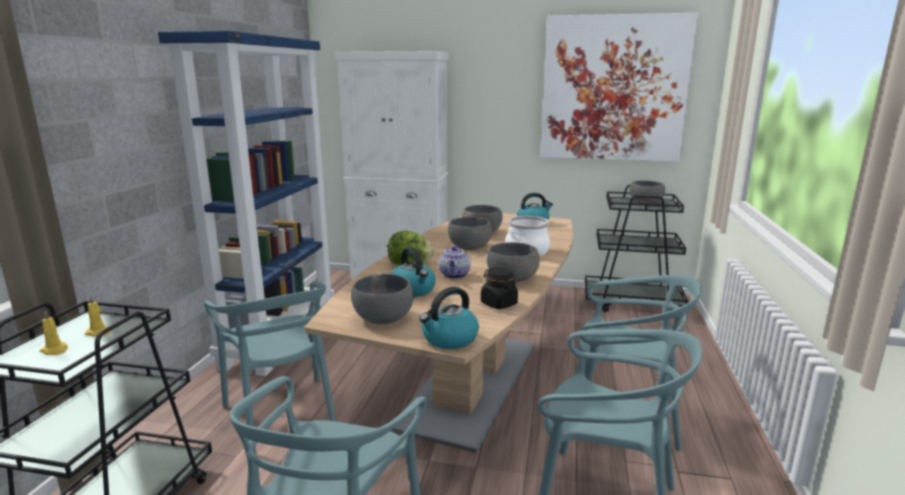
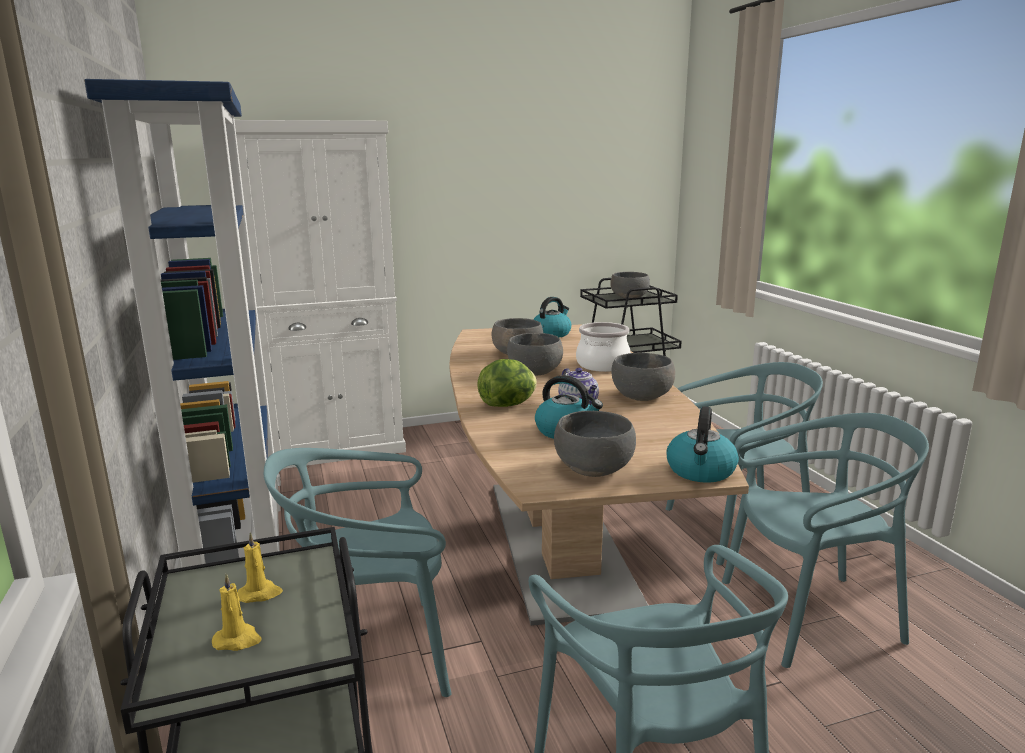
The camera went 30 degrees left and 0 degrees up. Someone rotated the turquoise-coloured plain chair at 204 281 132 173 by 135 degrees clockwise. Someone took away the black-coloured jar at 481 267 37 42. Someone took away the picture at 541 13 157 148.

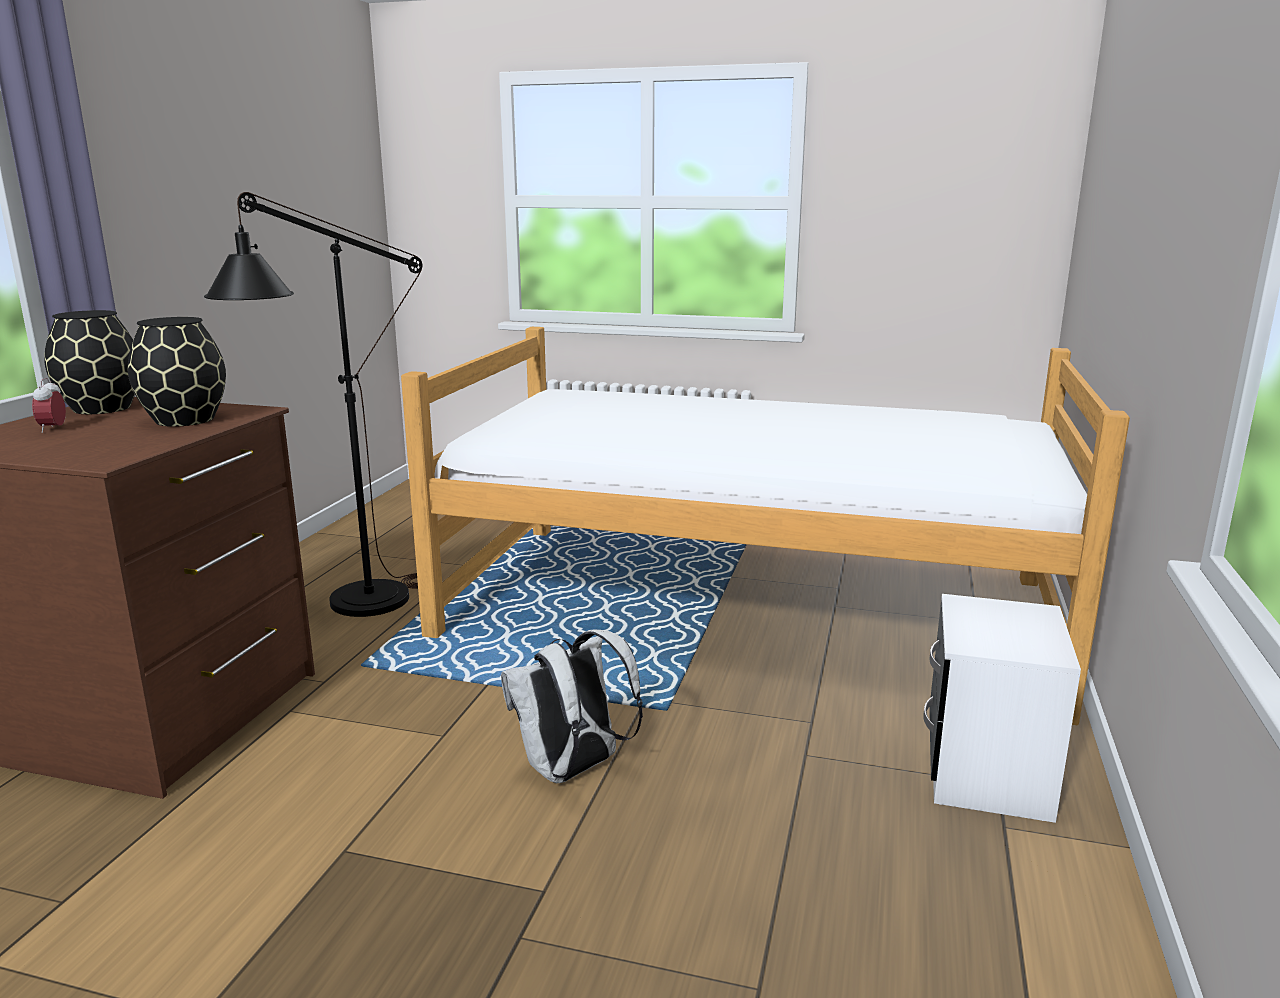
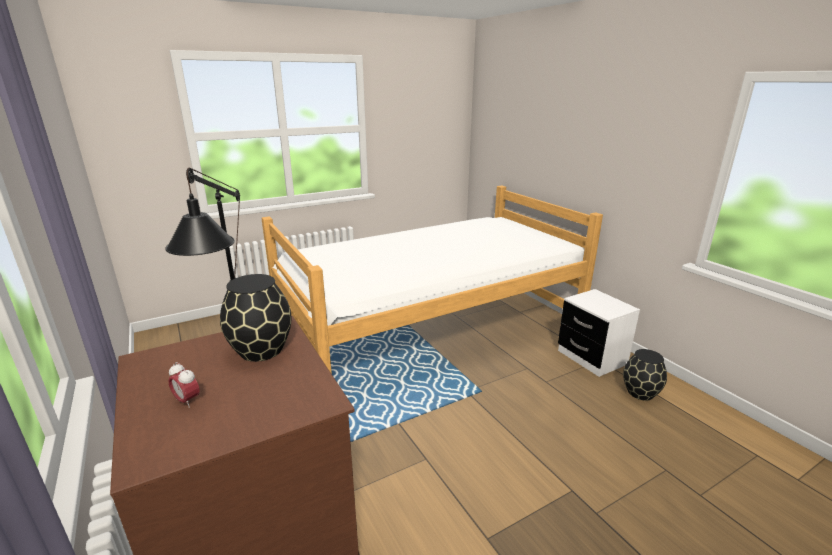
The camera went 45 degrees left and 5 degrees up. Someone carried the black-coloured vase from 44 310 91 104 to 623 349 44 52. Someone took away the white-coloured rucksack at 501 630 142 153.

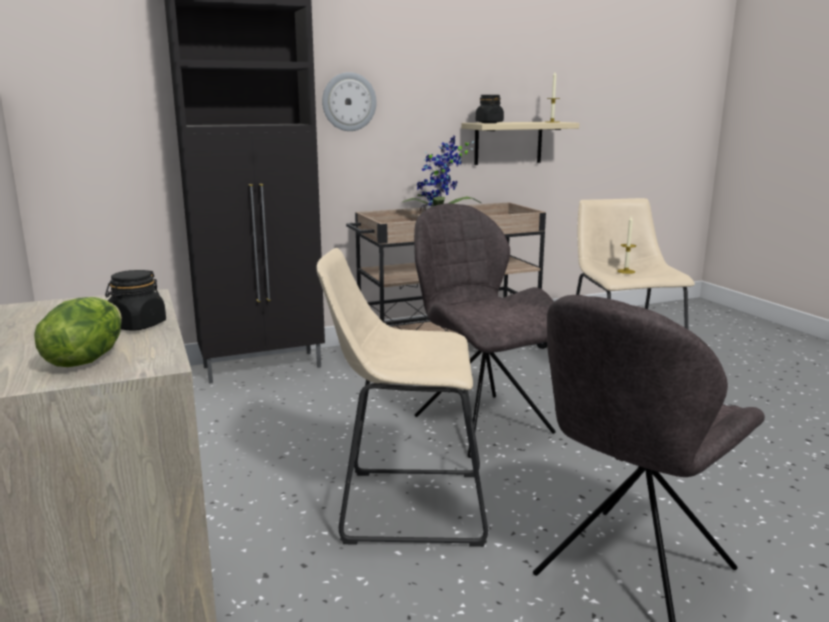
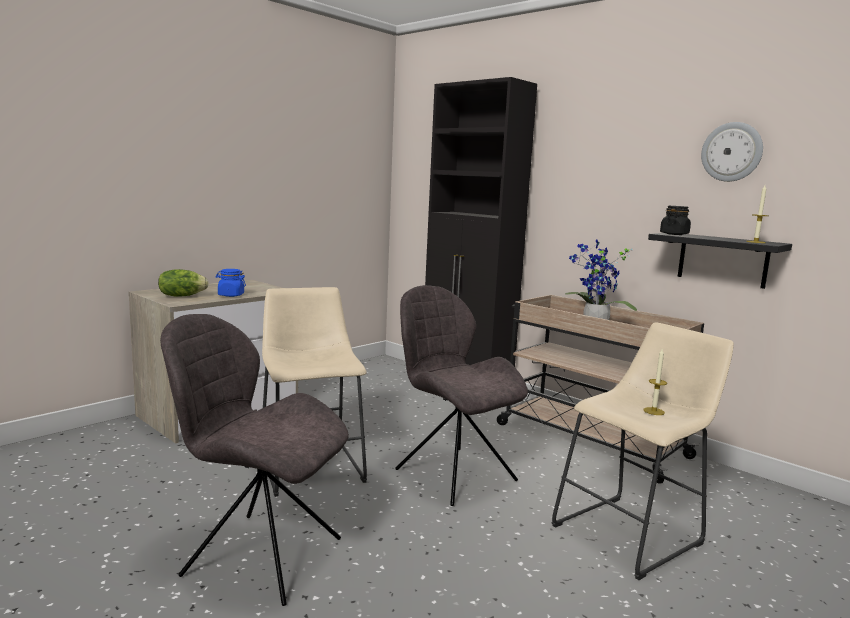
The camera went 65 degrees right and 5 degrees down. Someone repainted the black-coloured jar at 105 270 61 61, which became the bluish jar at 216 269 30 28. Someone carried the wall clock from 322 72 55 59 to 701 122 62 60. Someone rotated the gray plain chair at 414 203 142 255 by 75 degrees counterclockwise. Someone repainted the beige-coloured wall shelf at 461 122 118 43, which became the black-coloured wall shelf at 648 233 144 56.

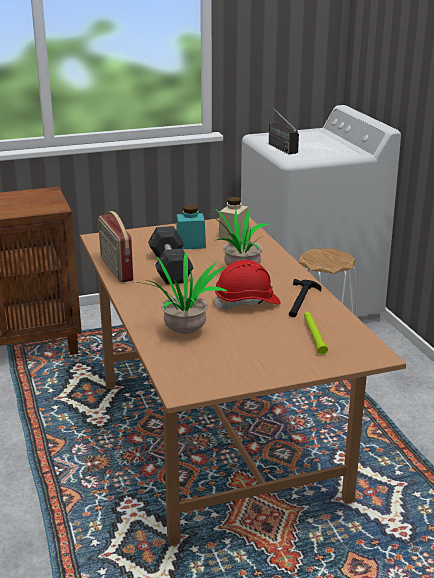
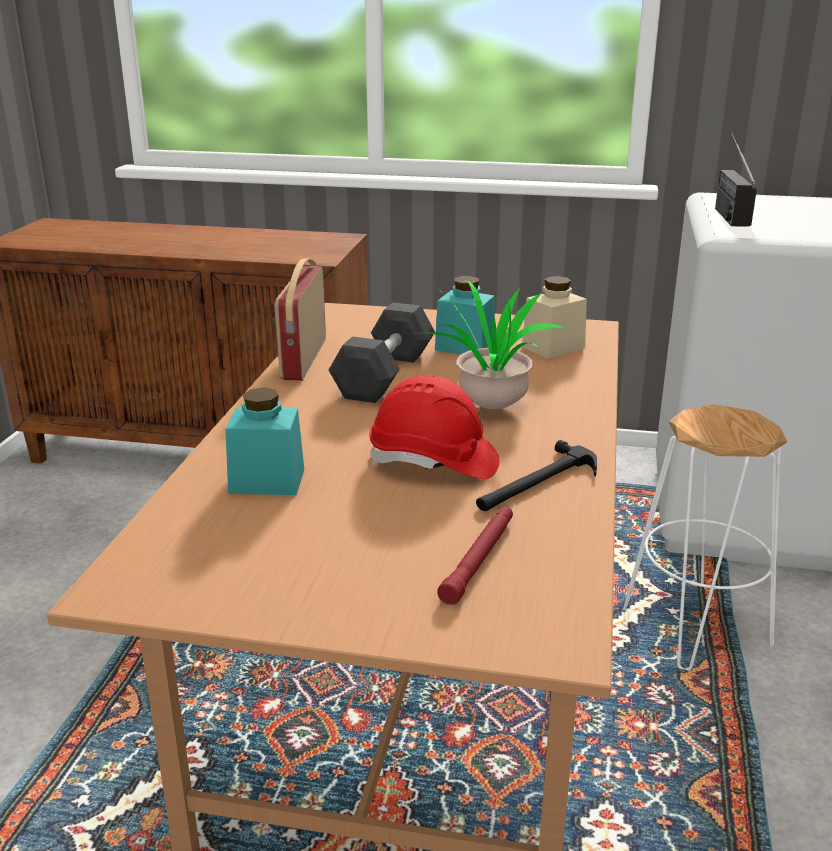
The camera went 30 degrees right and 0 degrees up. Someone swapped the potted plant at 131 252 96 82 for the turquoise-coloured jar at 225 387 79 108. Someone repainted the greenish hand torch at 304 312 24 43, which became the red-coloured hand torch at 437 507 76 98.

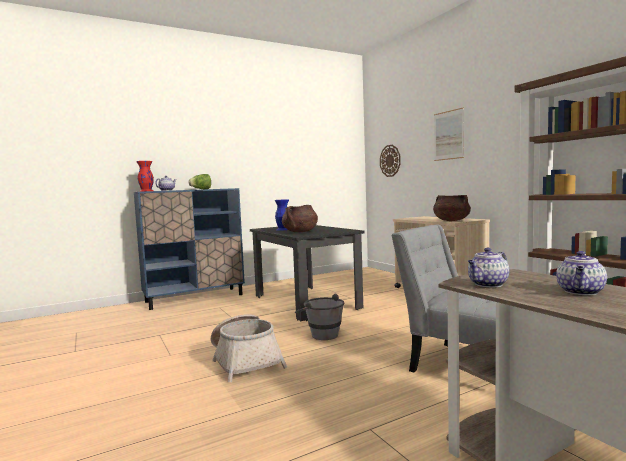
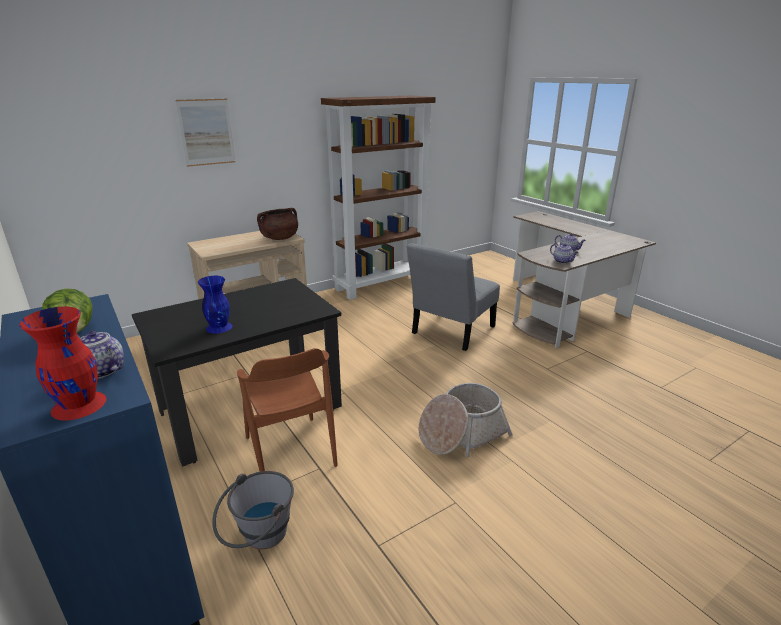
The camera went 95 degrees left and 20 degrees up. Someone took away the brown cooking pot at 282 205 36 27. Someone carried the gray bucket from 295 293 49 47 to 212 471 82 78. Someone took away the wall clock at 380 145 21 32. Someone put down the brown plain chair at 237 348 101 124.

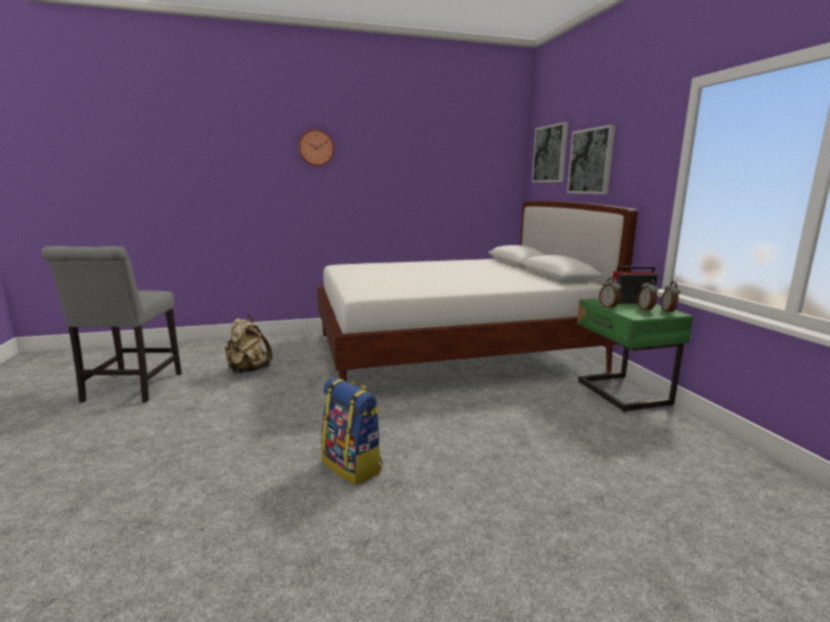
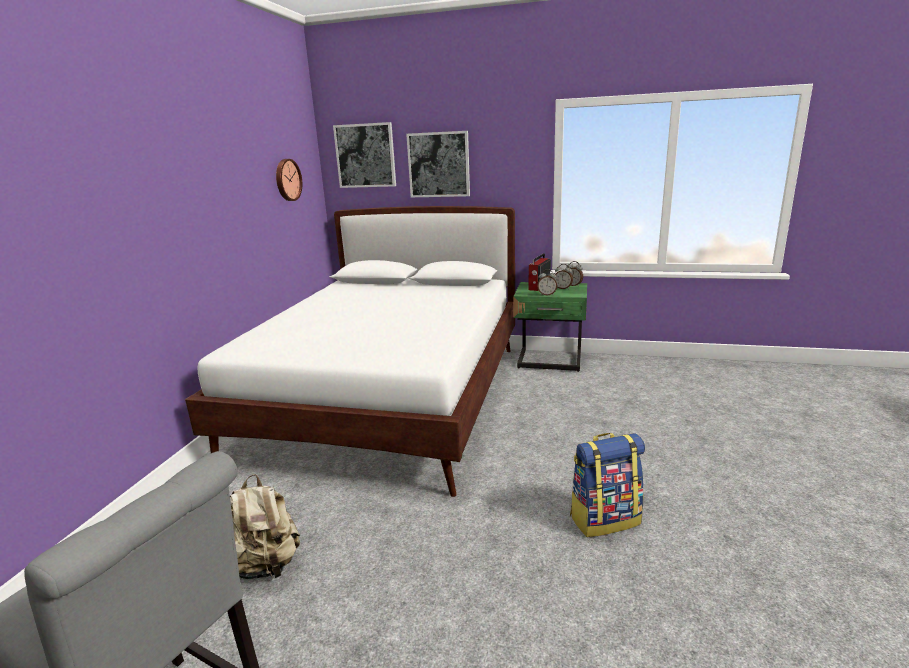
The camera went 60 degrees left and 5 degrees up. Someone carried the wall clock from 299 129 35 37 to 276 159 26 42.

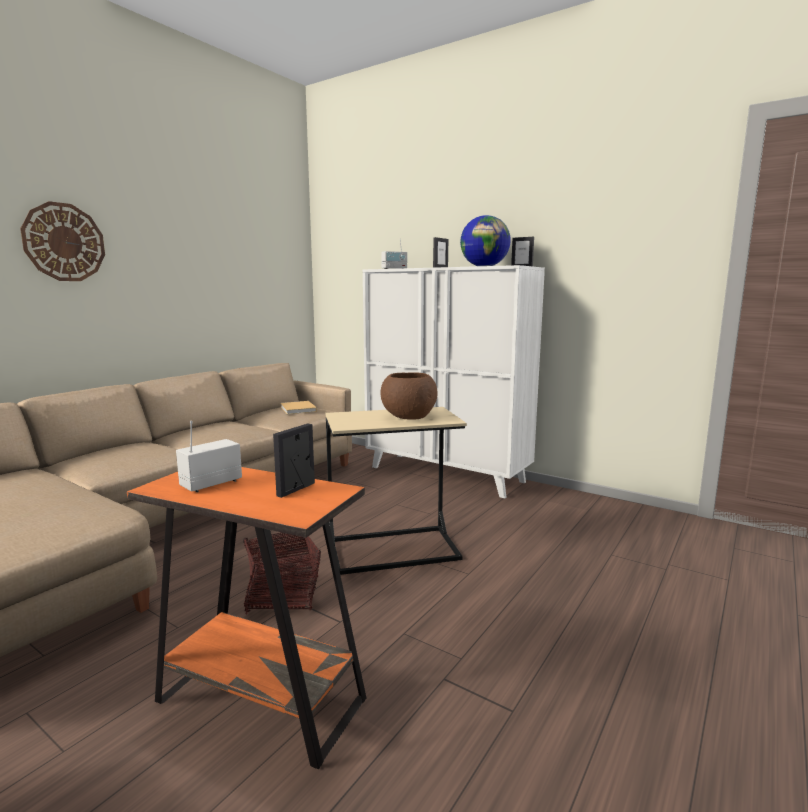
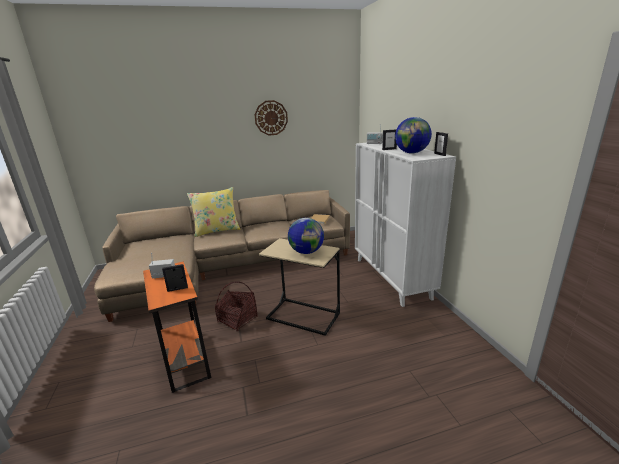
The camera went 40 degrees right and 10 degrees up. Someone carried the wall clock from 20 201 85 80 to 254 100 34 36. Someone swapped the brown serving bowl at 380 372 58 48 for the desk globe at 288 218 36 36. Someone put down the yellowish throw pillow at 187 187 53 50.

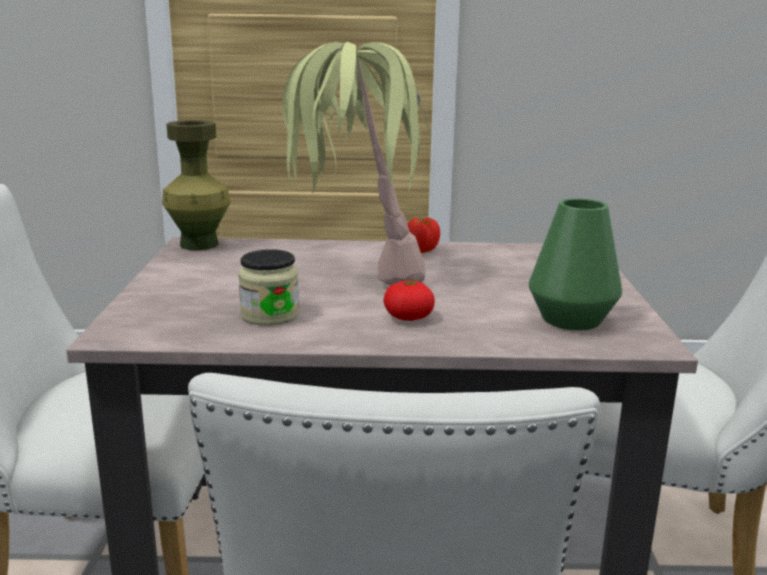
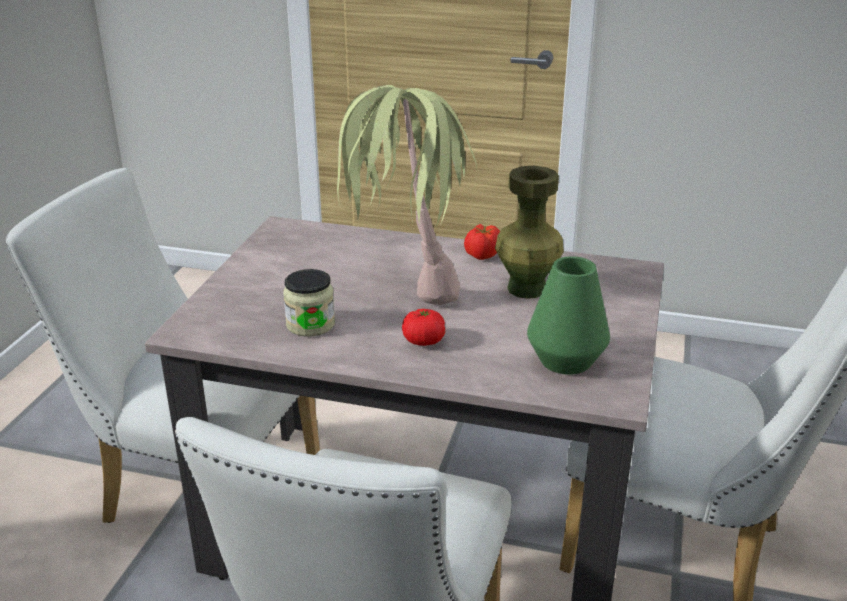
The camera went 15 degrees right and 10 degrees up. Someone carried the greenish vase from 162 120 69 130 to 495 166 69 133.

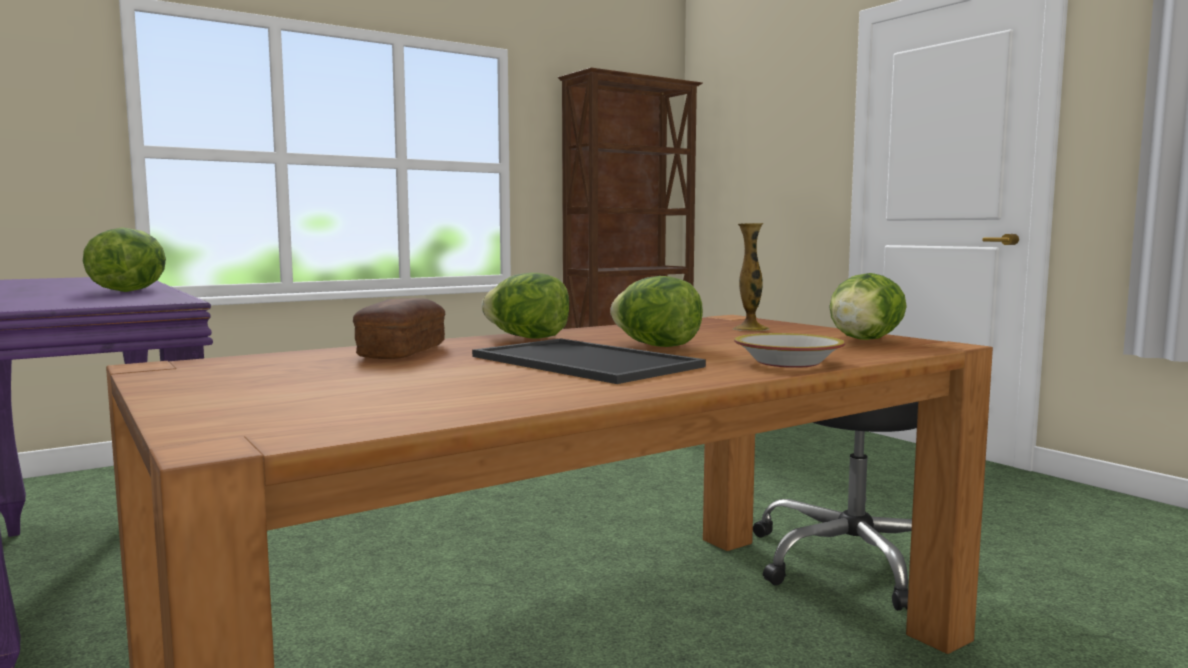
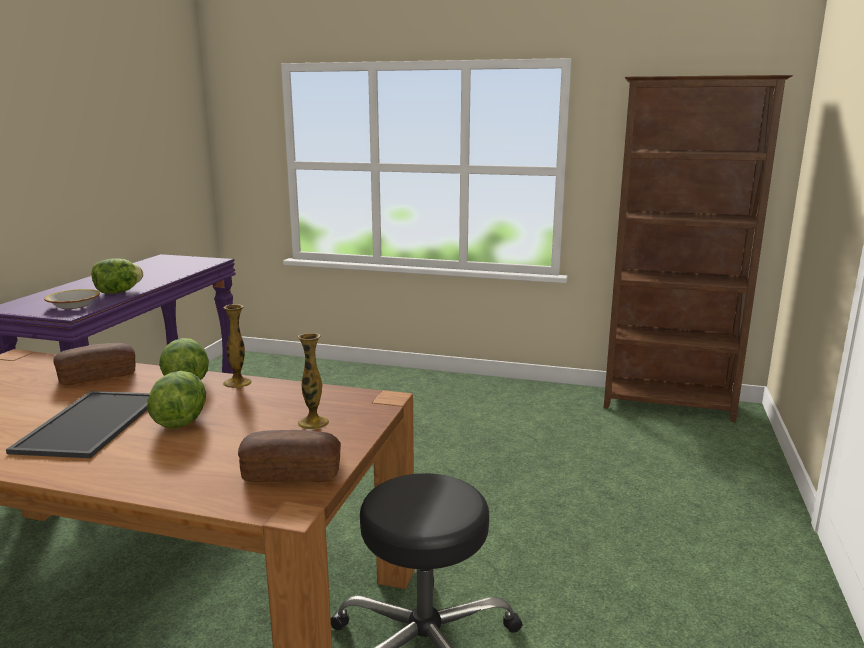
The camera went 50 degrees right and 10 degrees up. Someone carried the serving bowl from 734 333 111 35 to 44 289 56 20. Someone swapped the head of lettuce at 829 273 78 67 for the baked bread at 238 430 103 53. Someone put down the vase at 223 304 29 84.

